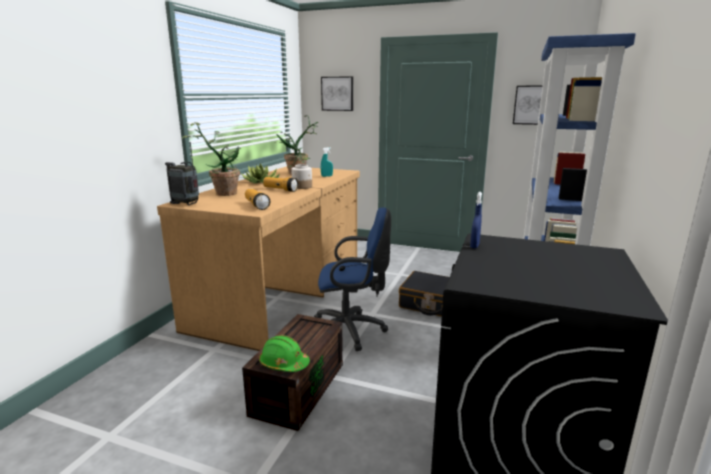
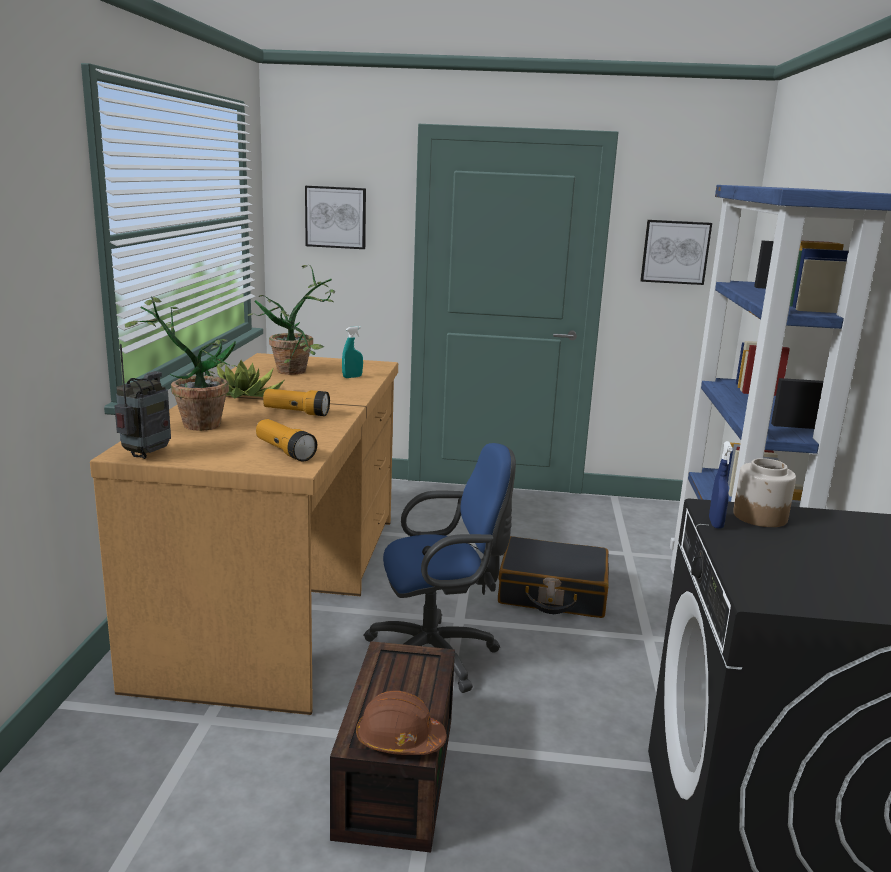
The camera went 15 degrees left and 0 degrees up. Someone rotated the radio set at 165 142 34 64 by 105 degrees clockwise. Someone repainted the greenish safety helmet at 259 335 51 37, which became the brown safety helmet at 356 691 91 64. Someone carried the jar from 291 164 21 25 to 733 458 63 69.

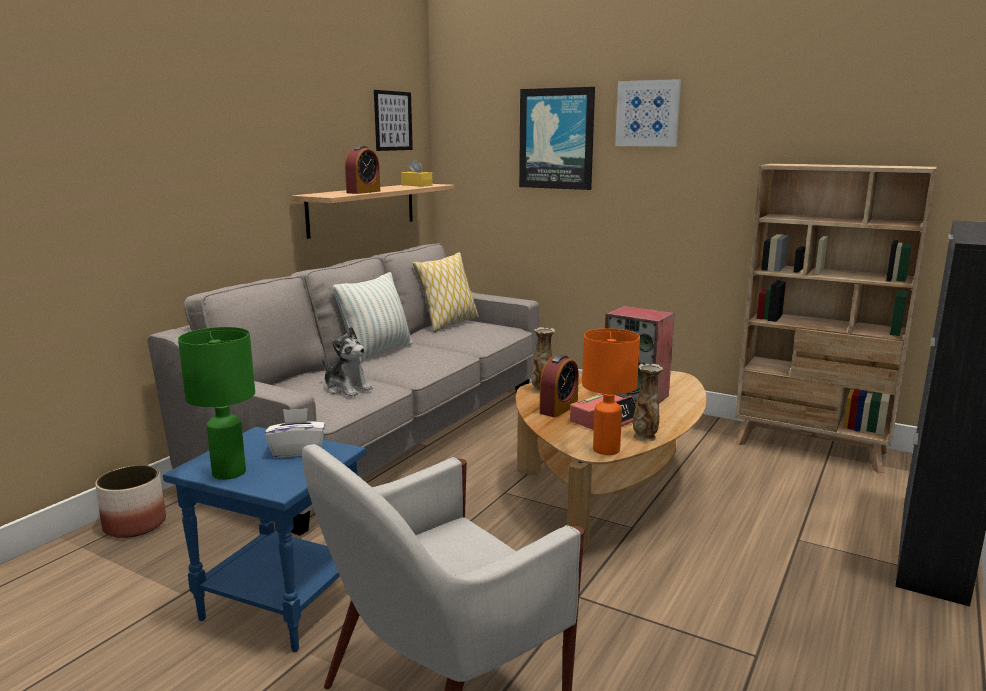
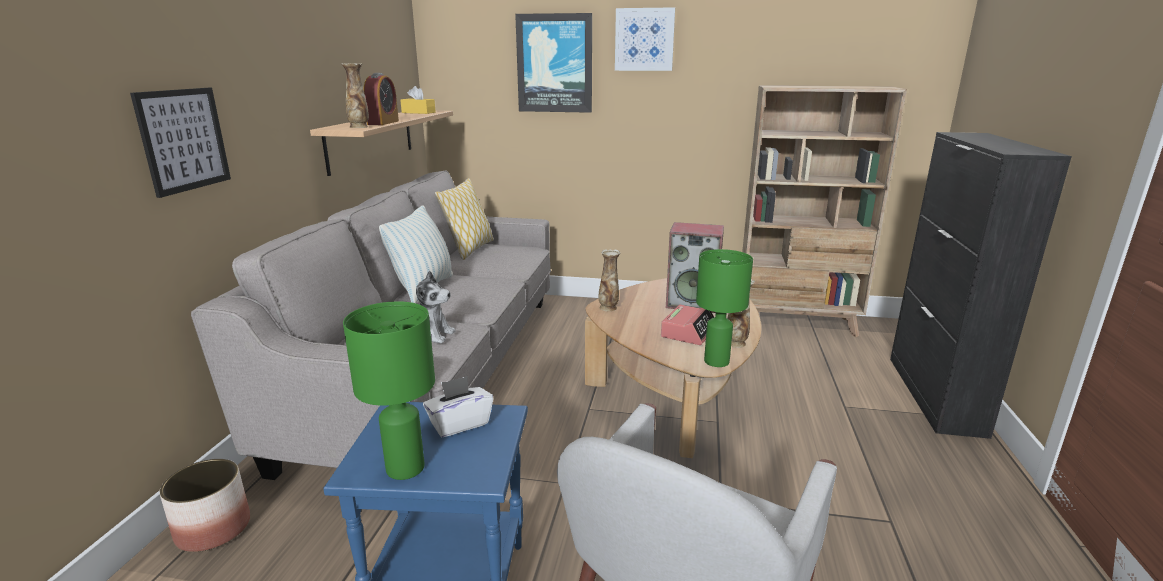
The camera went 20 degrees left and 5 degrees up. Someone carried the picture from 374 90 39 61 to 130 88 101 110. Someone took away the table clock at 539 354 40 64. Someone repainted the orange-coloured tabletop lamp at 582 328 58 127, which became the greenish tabletop lamp at 696 249 57 118. Someone put down the vase at 341 63 28 65.

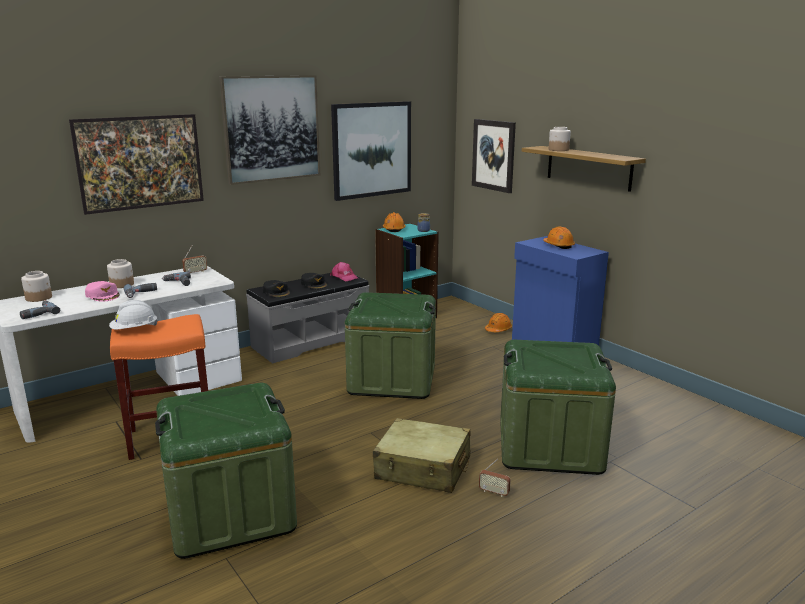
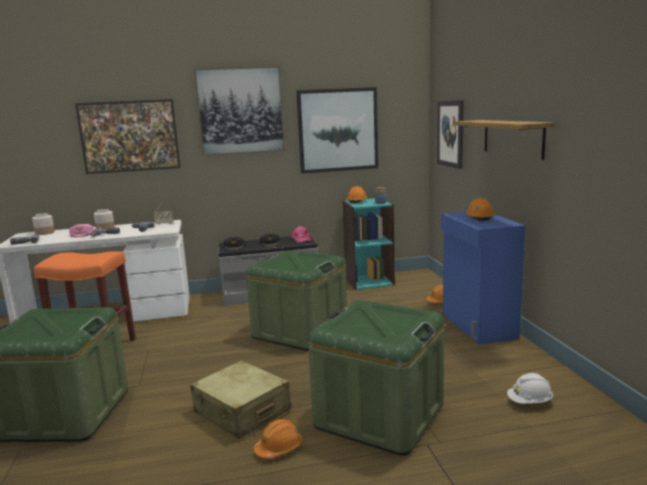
The camera went 25 degrees right and 5 degrees down. Someone carried the white-coloured safety helmet from 109 300 49 29 to 507 373 46 31. Someone swapped the radio set at 479 459 32 38 for the orange-coloured safety helmet at 254 419 48 40. Someone took away the jar at 549 127 22 24.

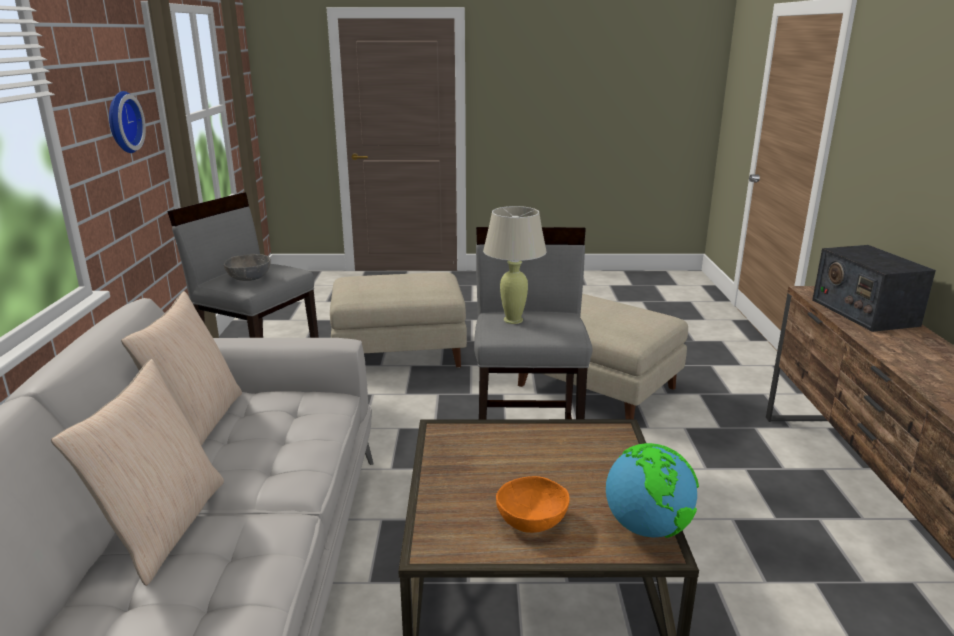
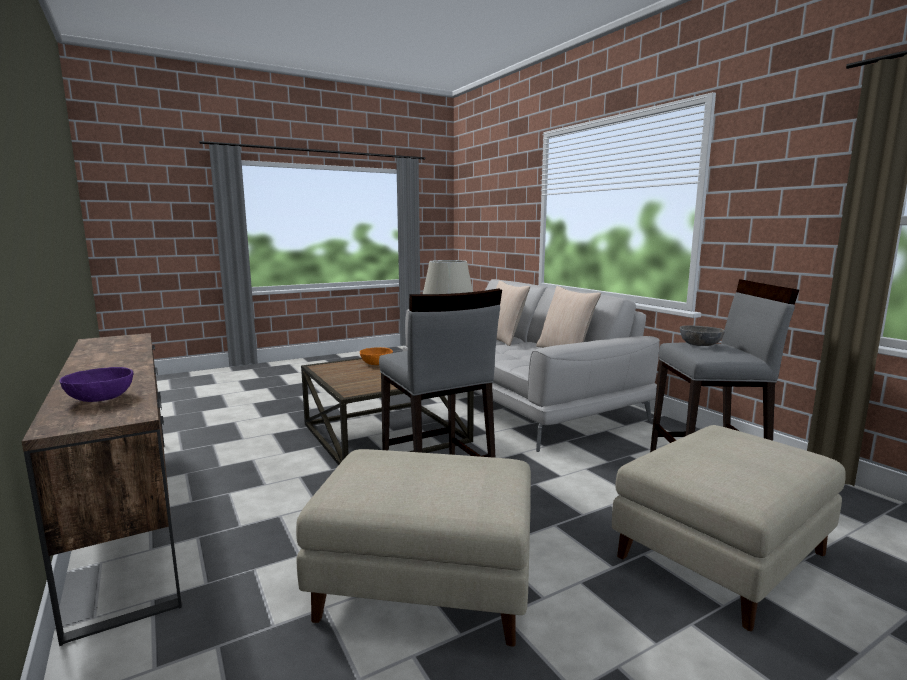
The camera went 150 degrees right and 10 degrees down. Someone took away the wall clock at 109 91 37 62. Someone took away the desk globe at 606 443 93 95. Someone swapped the radio set at 812 245 124 87 for the purplish serving bowl at 60 367 74 35.

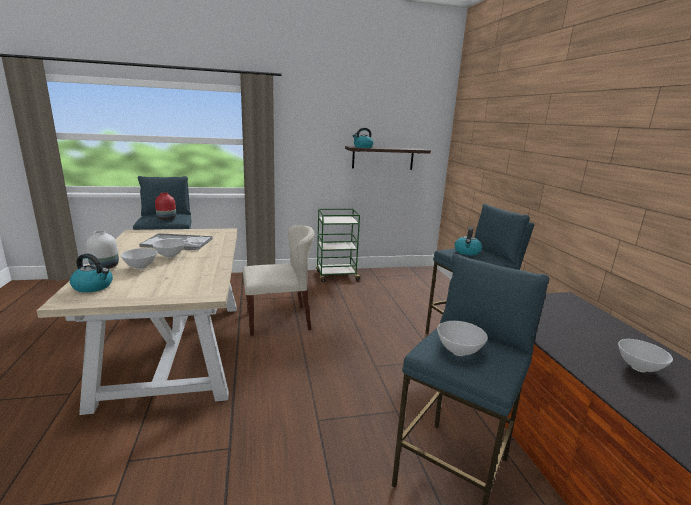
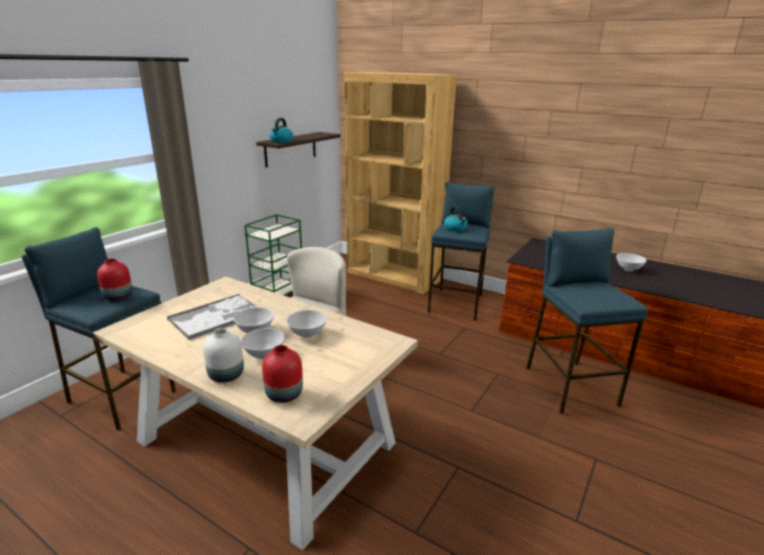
The camera went 45 degrees left and 5 degrees up. Someone swapped the tea kettle at 70 253 43 40 for the red-coloured vase at 262 345 41 58. Someone carried the white-coloured serving bowl from 437 321 51 35 to 287 310 40 28. Someone put down the brown bookcase at 344 72 113 222.

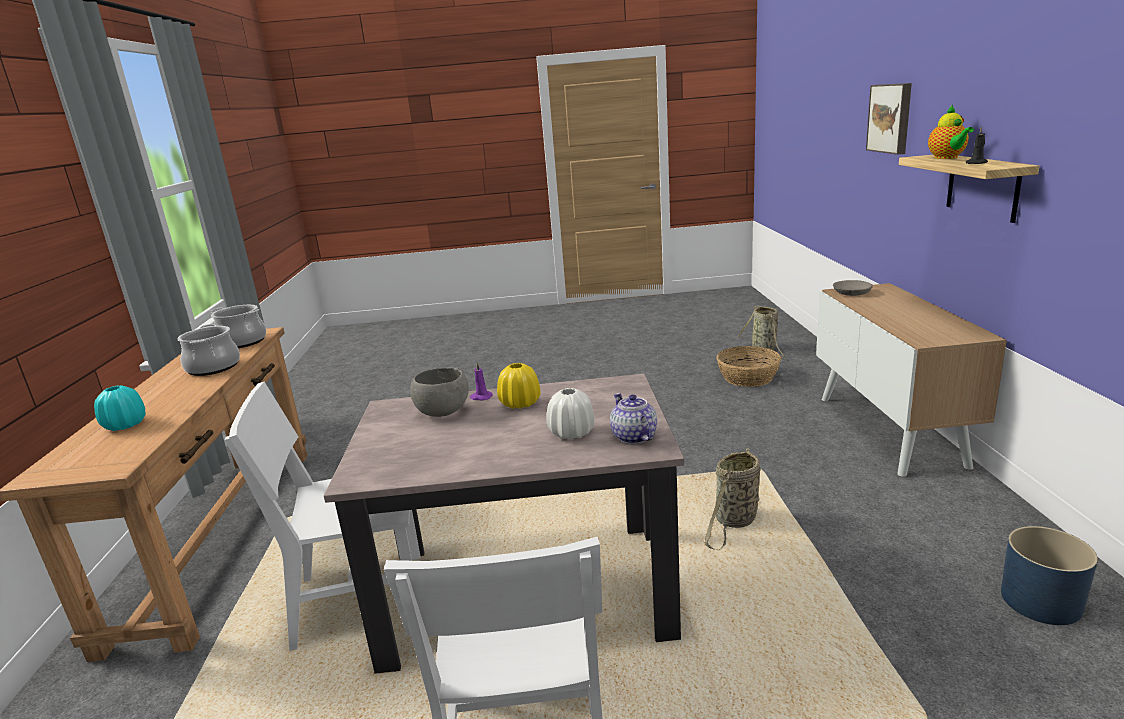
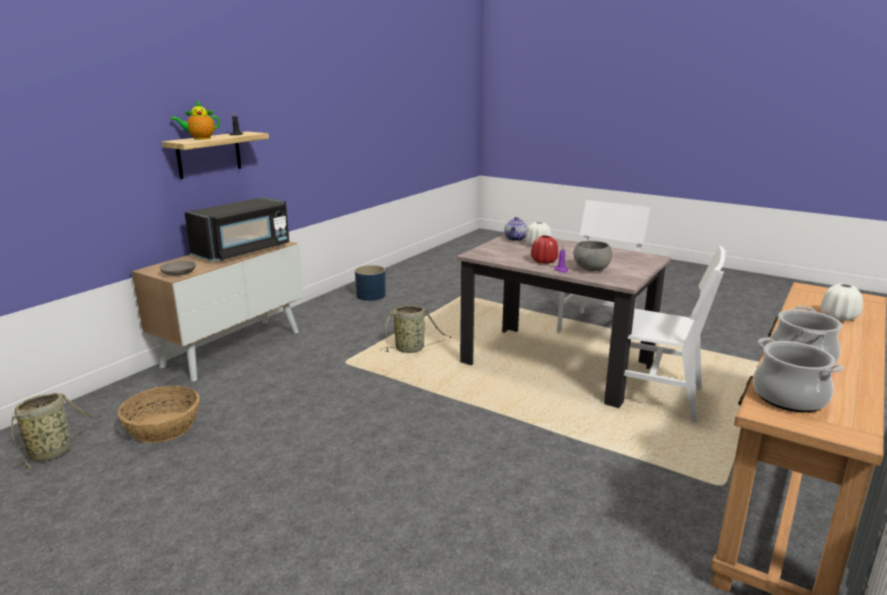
The camera went 145 degrees left and 0 degrees up. Someone repainted the turquoise-coloured vase at 94 386 52 45, which became the white-coloured vase at 820 283 43 38. Someone repainted the yellowish vase at 497 363 44 46, which became the red-coloured vase at 531 235 27 29. Someone took away the picture at 866 83 46 72. Someone rotated the pot for tea at 928 105 46 54 by 150 degrees counterclockwise. Someone put down the black-coloured microwave oven at 184 197 105 64.

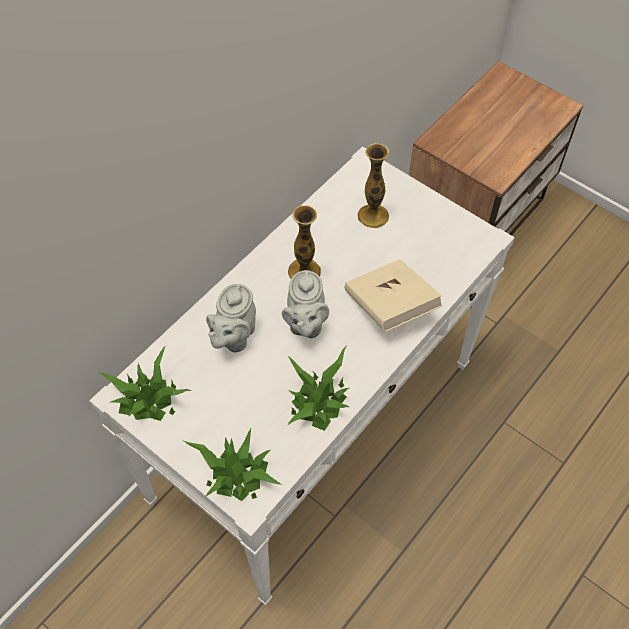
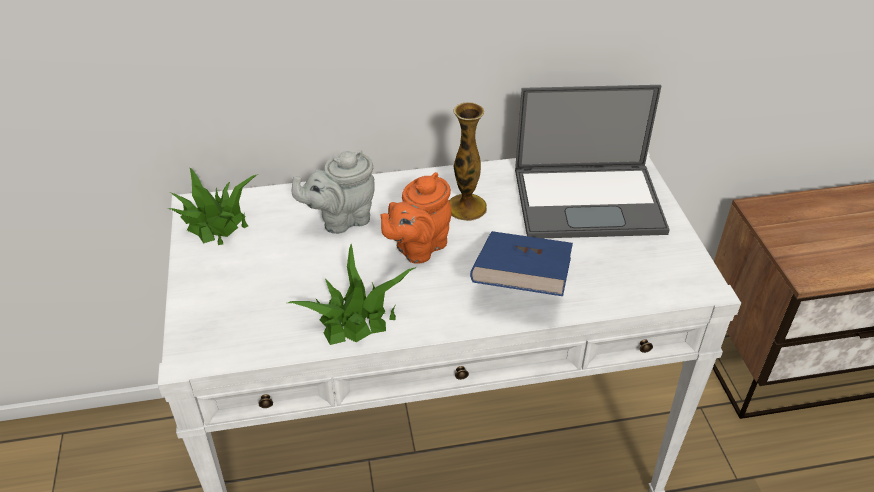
The camera went 40 degrees right and 15 degrees down. Someone took away the potted plant at 184 429 98 72. Someone repainted the gray pot for tea at 282 270 47 68, which became the orange-coloured pot for tea at 381 172 71 92. Someone repainted the beige-coloured book at 345 259 98 73, which became the bluish book at 470 231 103 65. Someone swapped the vase at 358 143 31 85 for the laptop at 515 85 155 153.

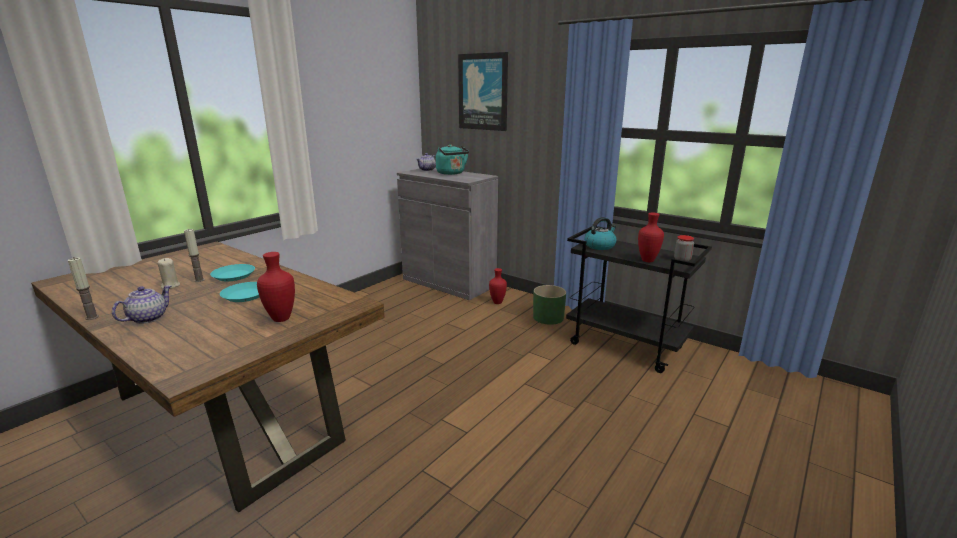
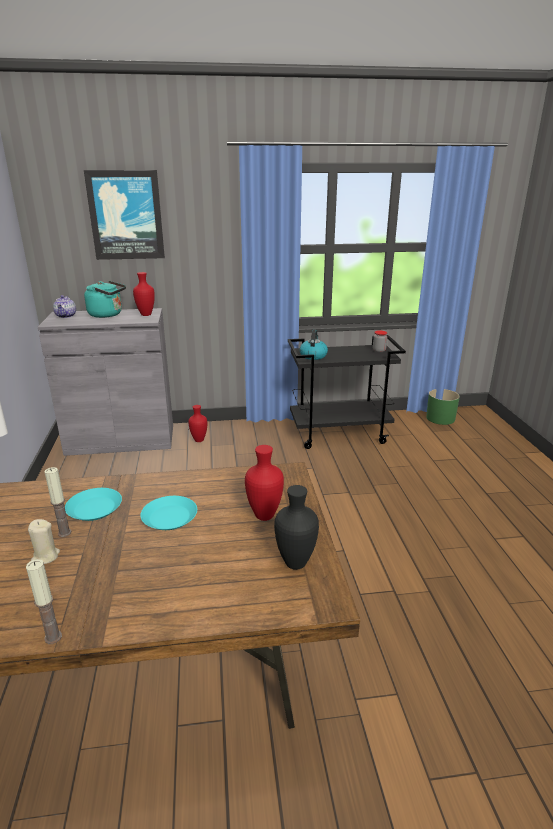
The camera went 45 degrees left and 5 degrees up. Someone took away the pot for tea at 112 285 59 39. Someone carried the greenish plant pot from 533 285 33 40 to 426 389 34 36. Someone carried the red-coloured vase from 638 213 26 49 to 133 272 22 44. Someone put down the black-coloured vase at 274 485 45 85.

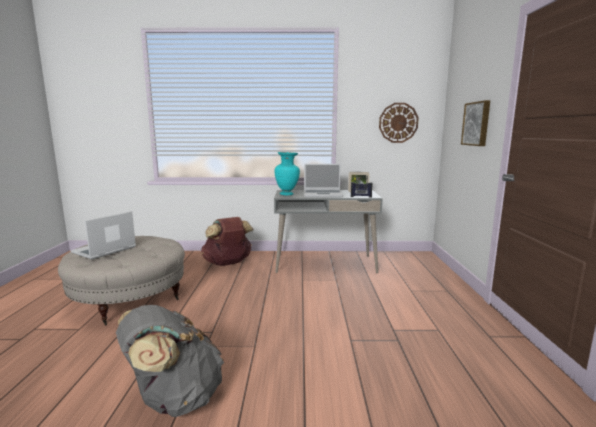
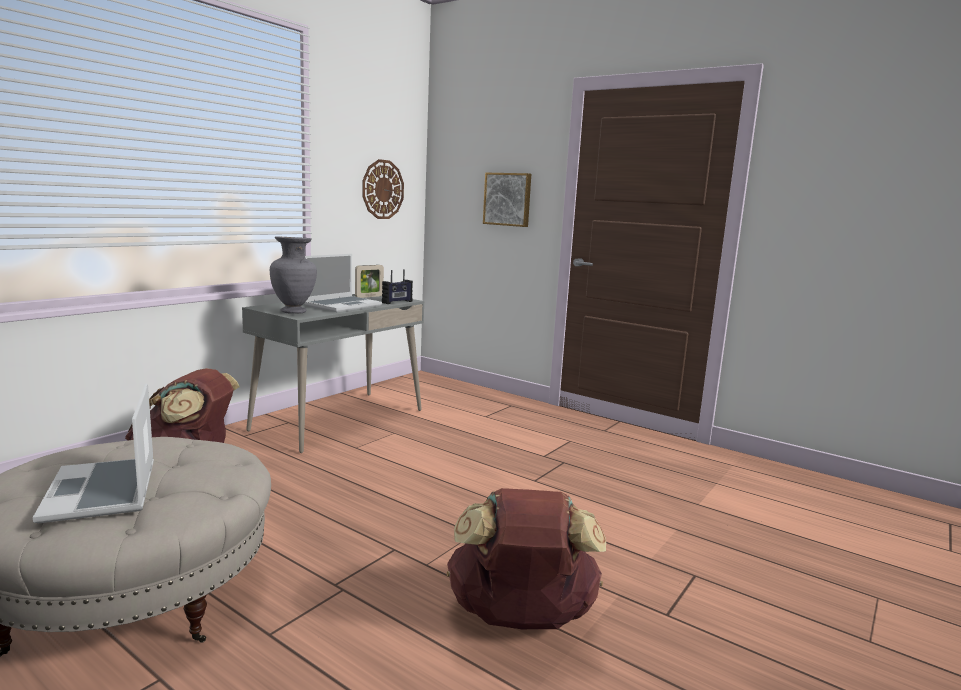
The camera went 55 degrees left and 0 degrees up. Someone repainted the gray rucksack at 116 305 108 112, which became the brown rucksack at 447 488 159 141. Someone repainted the turquoise-coloured vase at 275 152 25 43, which became the gray vase at 270 237 47 77.

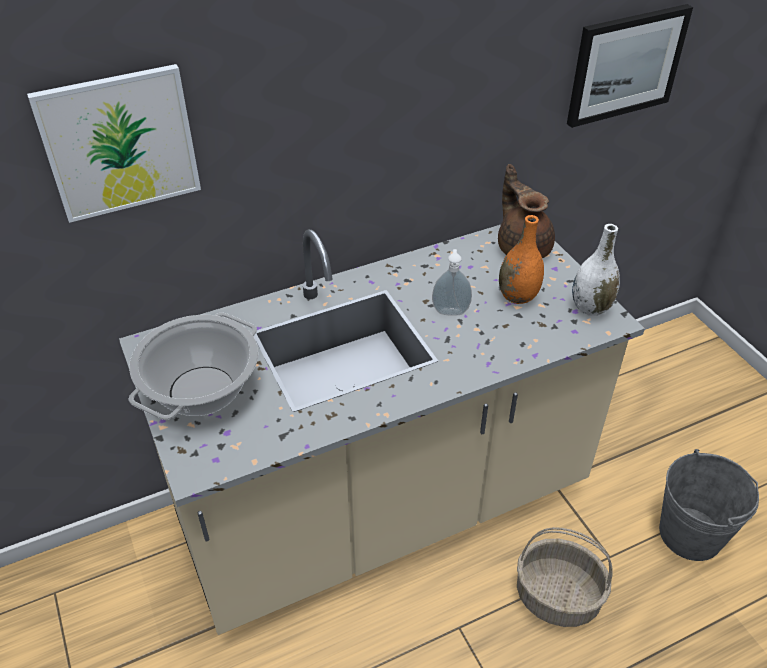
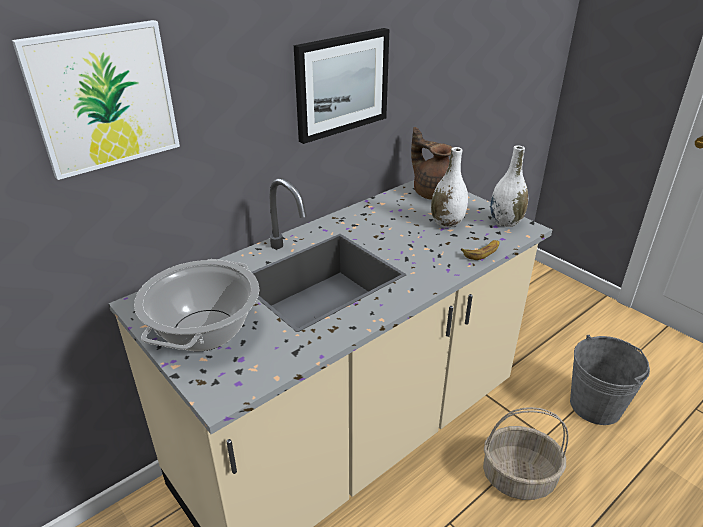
The camera went 15 degrees left and 10 degrees down. Someone took away the soap bottle at 432 249 40 67. Someone repainted the orange-coloured vase at 499 215 45 89, which became the white-coloured vase at 431 147 37 81. Someone carried the picture from 567 4 126 124 to 294 28 95 116. Someone put down the banana fruit at 461 240 39 20.

